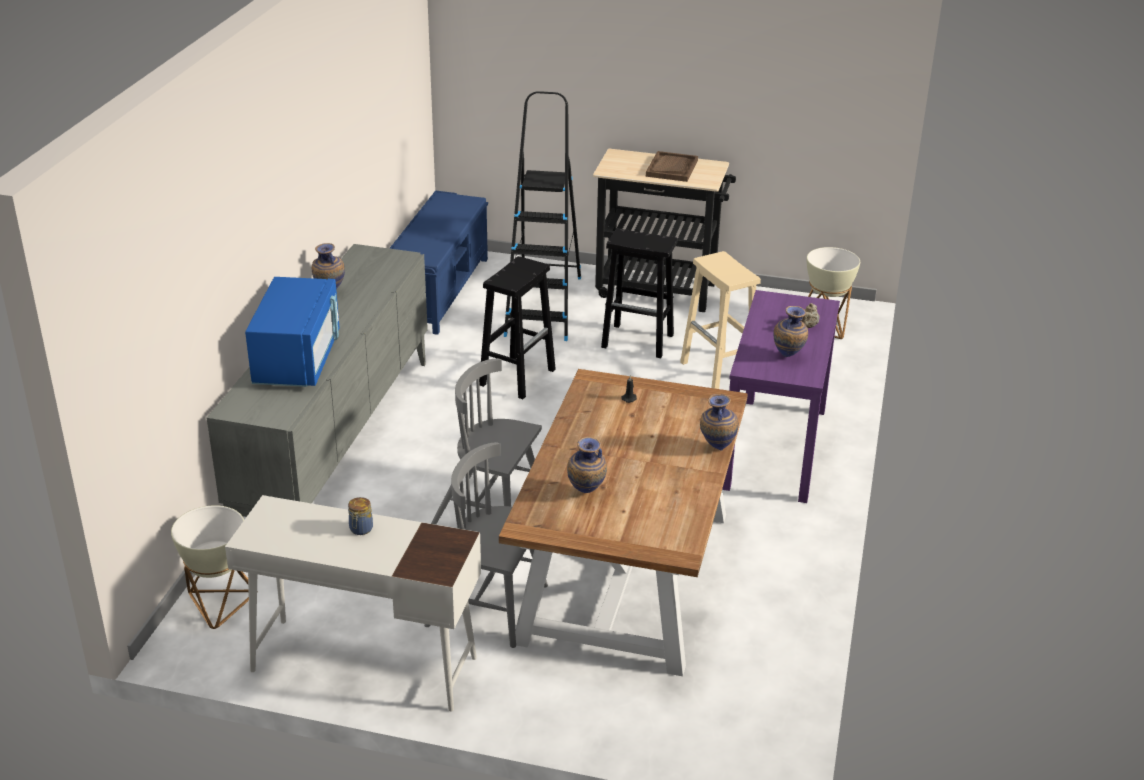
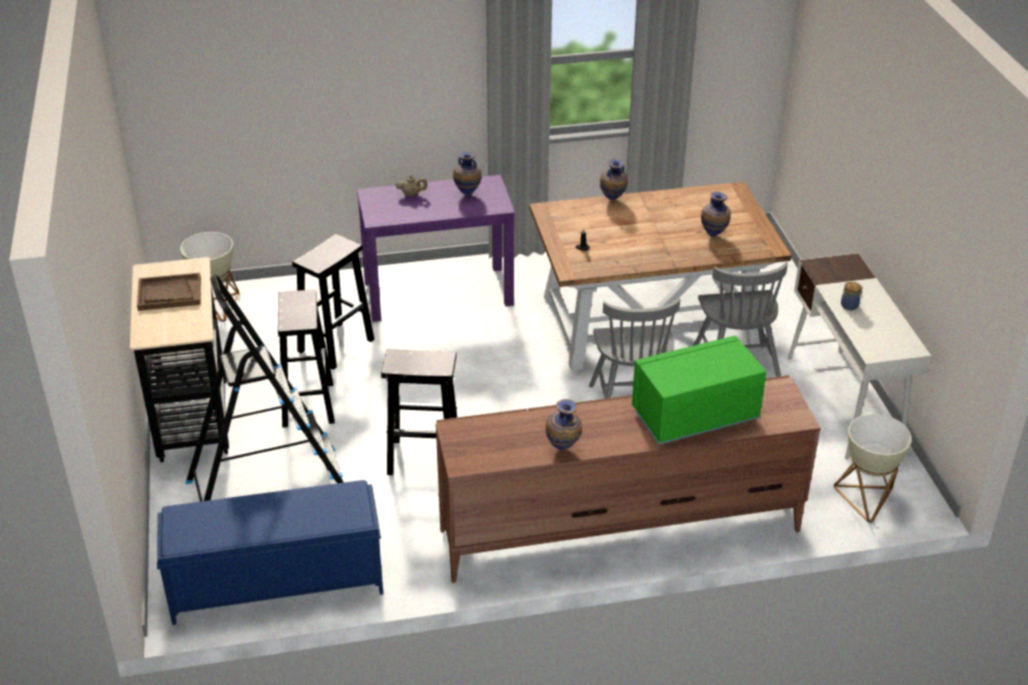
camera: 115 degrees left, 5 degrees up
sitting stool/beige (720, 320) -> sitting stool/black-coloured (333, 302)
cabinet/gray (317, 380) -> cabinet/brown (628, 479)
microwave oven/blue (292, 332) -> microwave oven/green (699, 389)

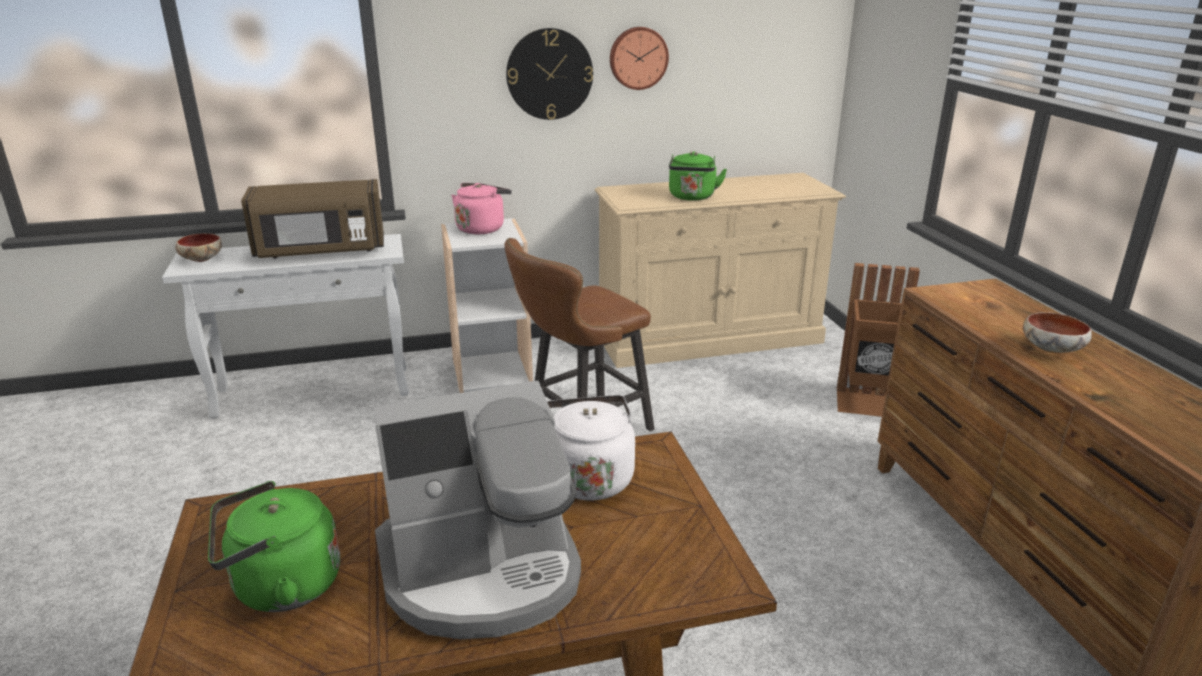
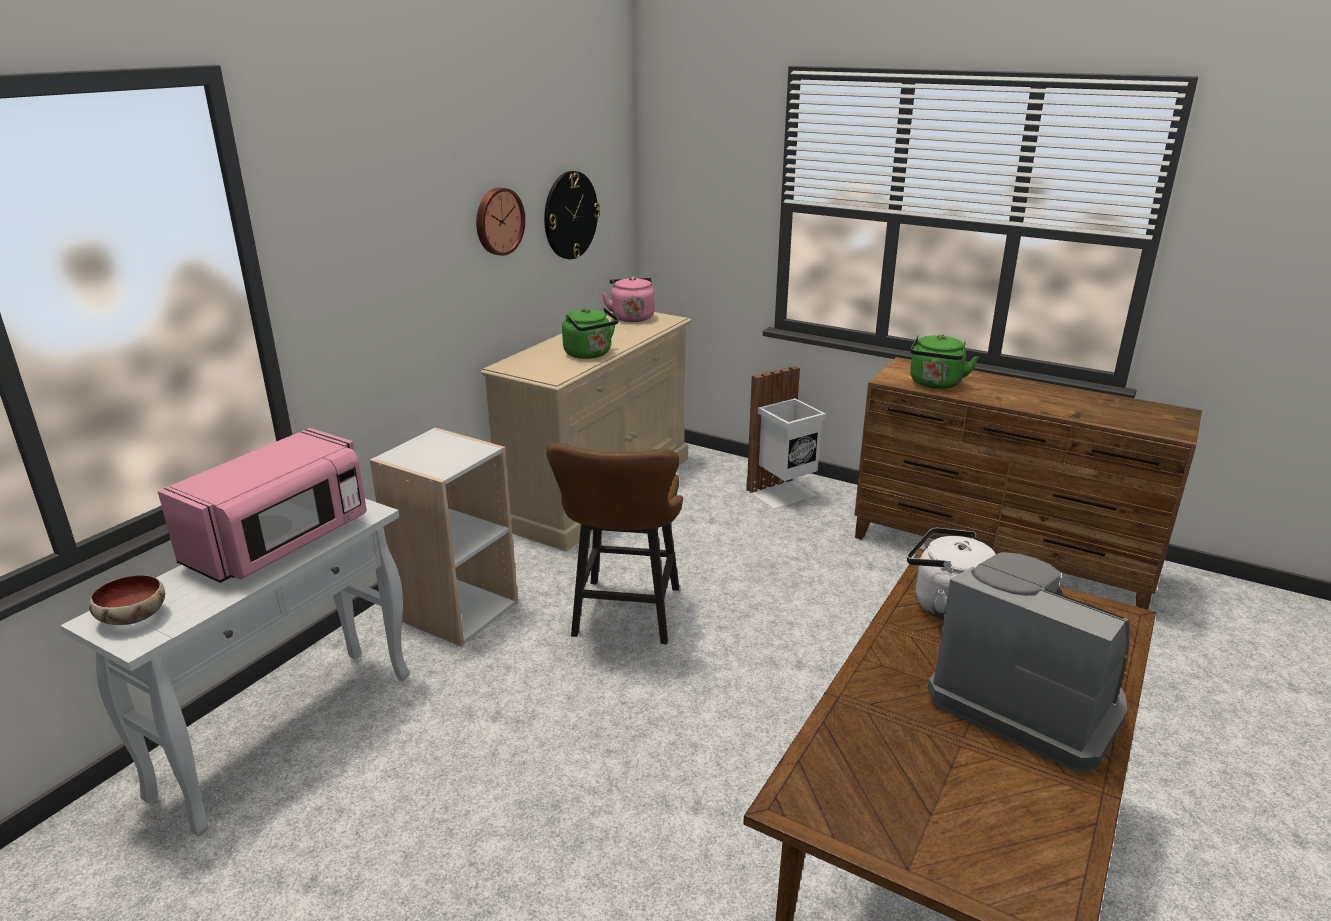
camera: 45 degrees left, 0 degrees up
microwave oven/brown (312, 219) -> microwave oven/pink-coloured (262, 505)
wall clock (549, 74) -> wall clock (572, 215), moved
kettle/pink-coloured (481, 208) -> kettle/pink-coloured (628, 299), moved
trash can/brown (878, 340) -> trash can/white-coloured (786, 437)
kettle/green (274, 546) -> kettle/green (944, 361), moved
coffee maker (477, 509) -> coffee maker (1028, 662), 75 degrees counterclockwise
deep dish (1057, 332) -> none

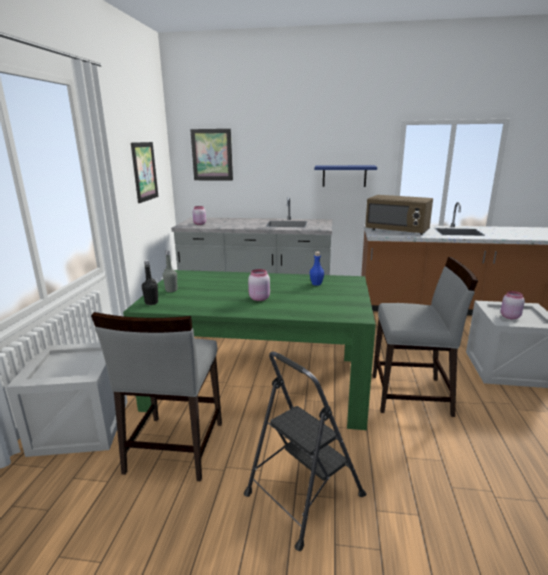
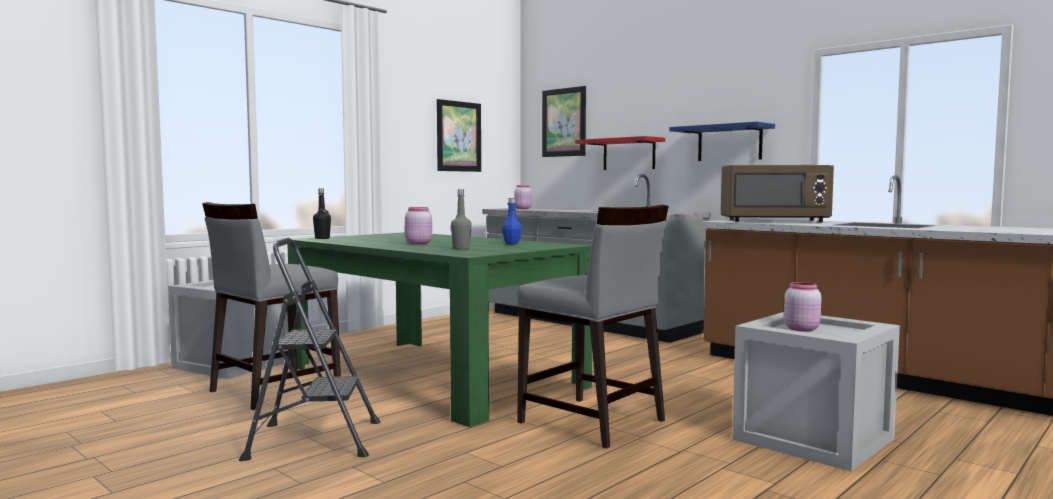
camera: 35 degrees right, 15 degrees down
drink bottle/gray (170, 271) -> drink bottle/gray (461, 219), moved
none -> wall shelf/reddish (620, 153)
microwave oven/brown (399, 215) -> microwave oven/brown (777, 193), 60 degrees counterclockwise

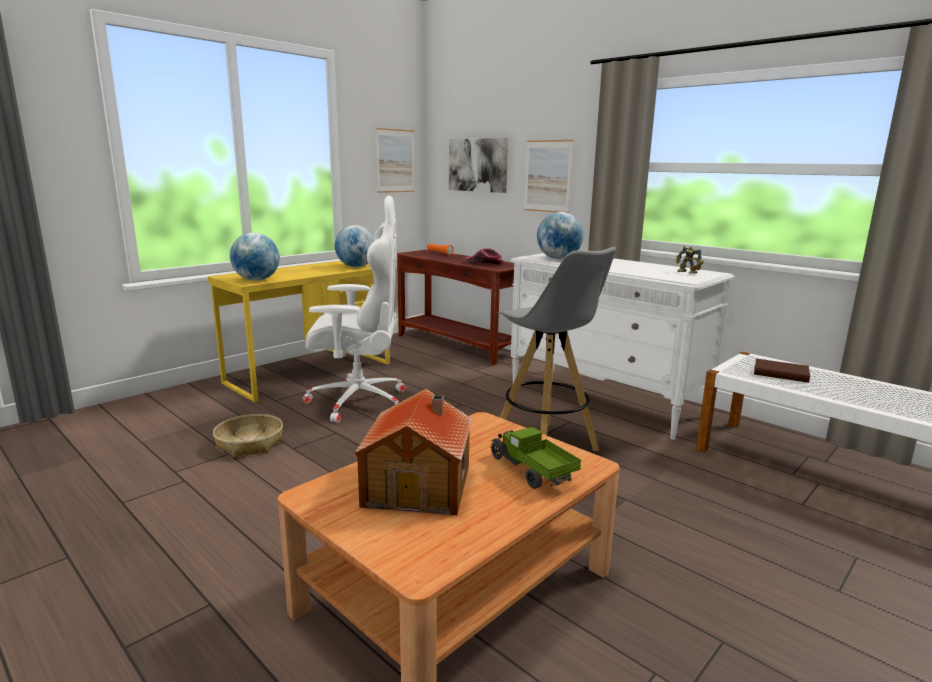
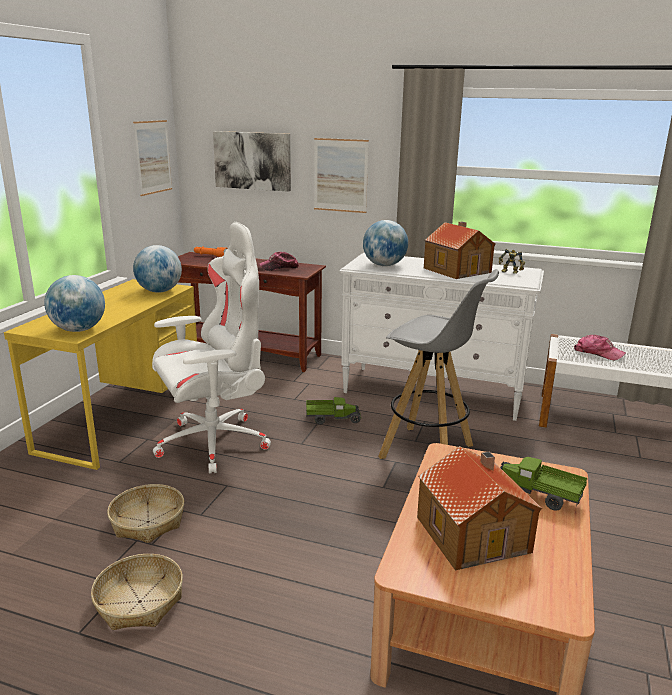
camera: 25 degrees left, 5 degrees up
none -> storage basket (137, 592)
none -> toy lorry (333, 411)
none -> miniature house (459, 250)
book/brown (782, 371) -> peaked cap (600, 347)

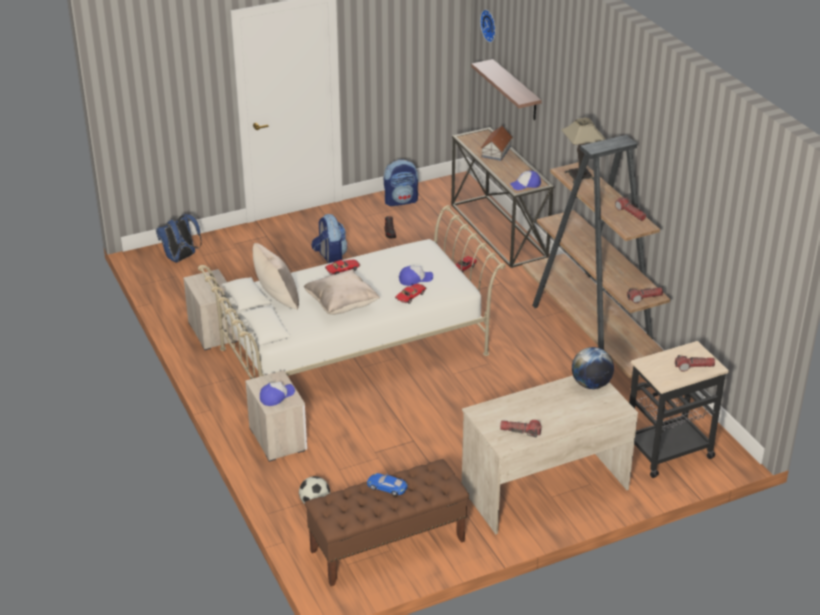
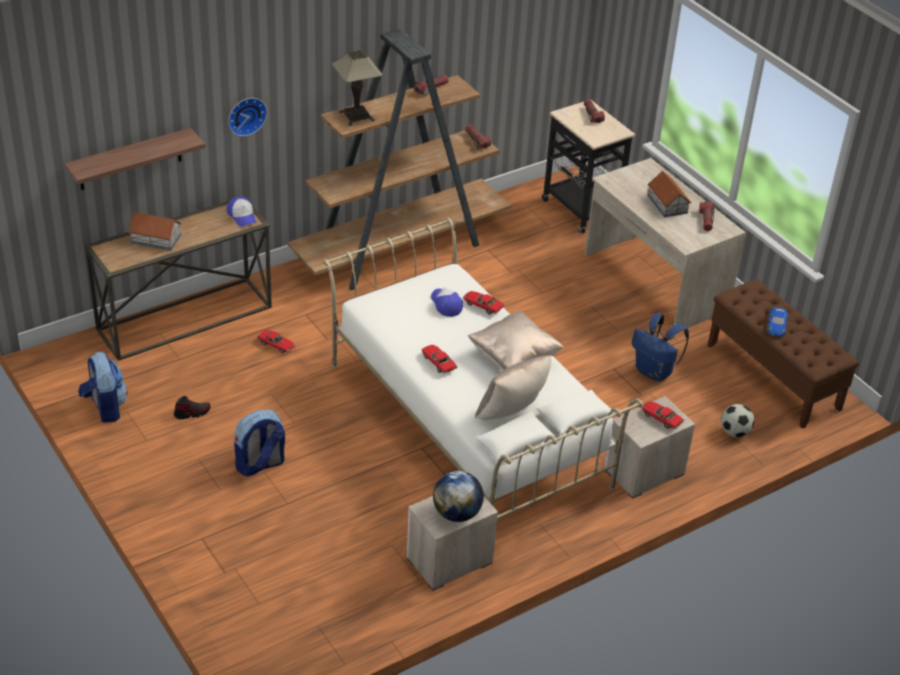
camera: 100 degrees left, 5 degrees up
wall clock (488, 26) -> wall clock (247, 117), moved
globe (593, 368) -> globe (458, 496), moved
backpack/blue (179, 238) -> backpack/blue (660, 347), moved
peaked cap (277, 394) -> miniature car (662, 415)
none -> miniature house (669, 194)

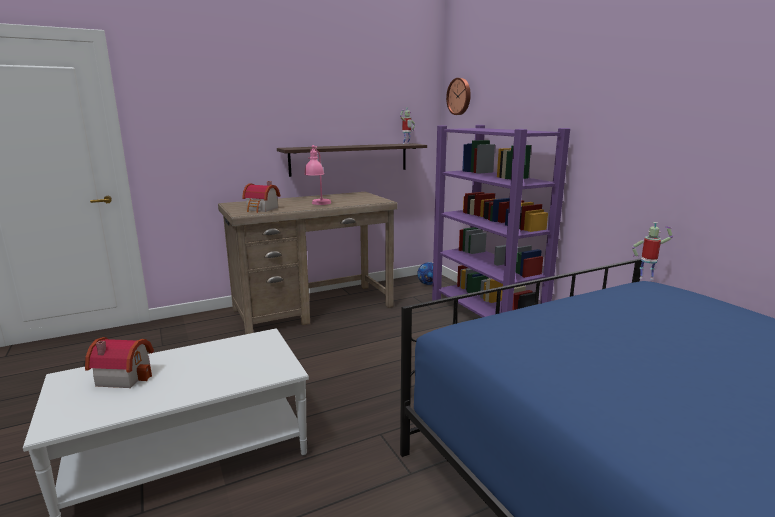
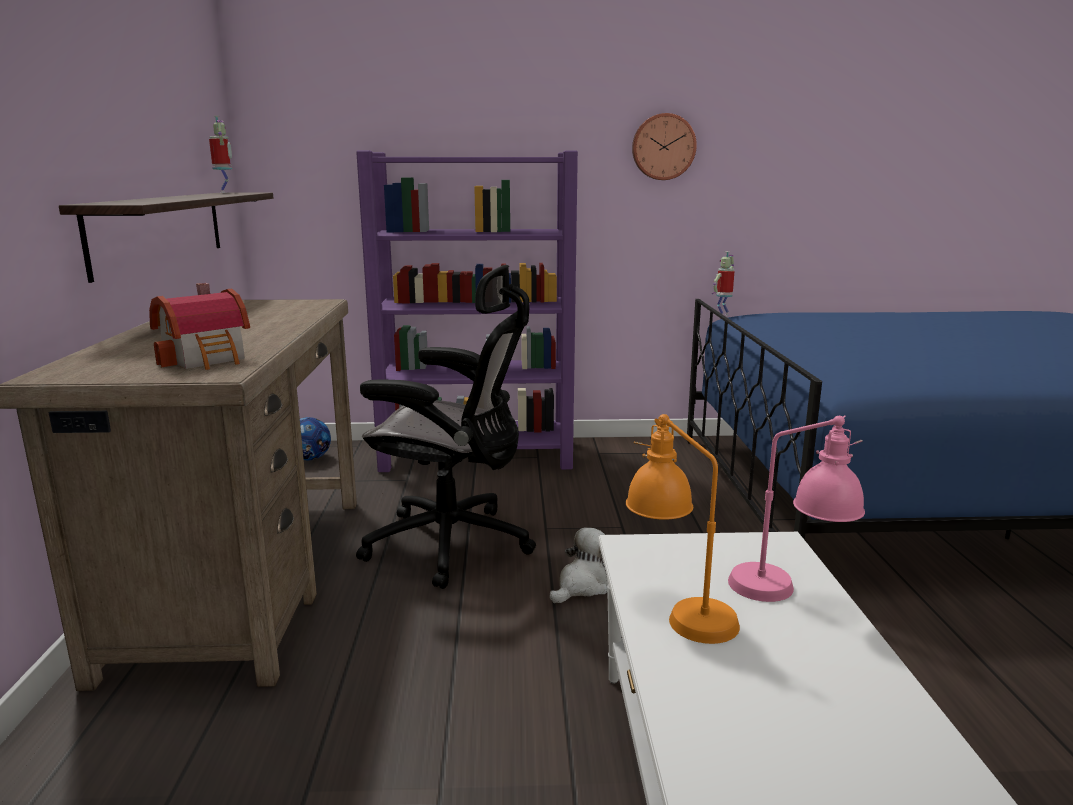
camera: 65 degrees left, 0 degrees up
none -> office chair (446, 427)
none -> plush toy (579, 565)
none -> table lamp/orange-coloured (683, 529)
wall clock (458, 96) -> wall clock (664, 146), moved
table lamp/pink-coloured (317, 175) -> table lamp/pink-coloured (796, 508), moved
miniature house (119, 362) -> none

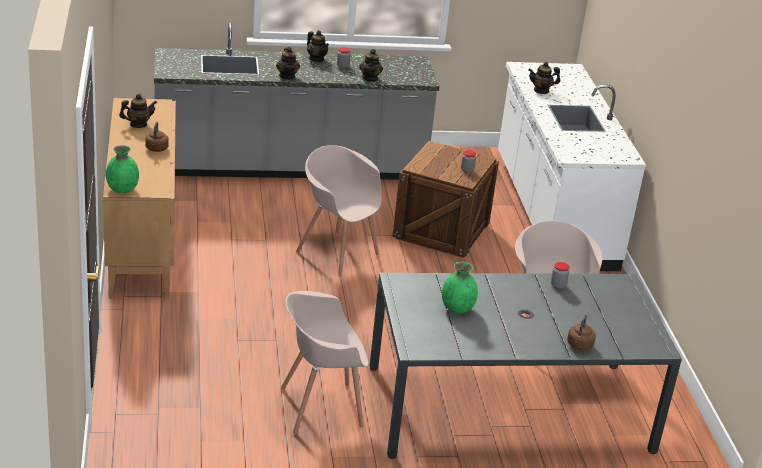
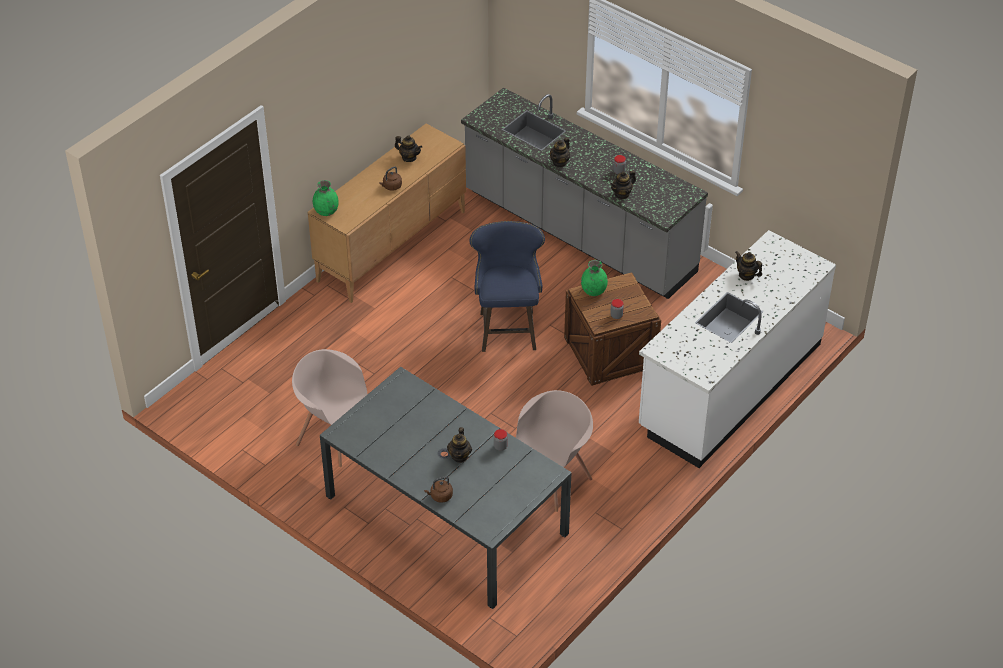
camera: 50 degrees right, 15 degrees up
pot for tea (318, 46) -> pot for tea (459, 445), moved
upright chair/beige (339, 210) -> sitting stool/blue (507, 286)
vase/green (460, 287) -> vase/green (594, 278), moved

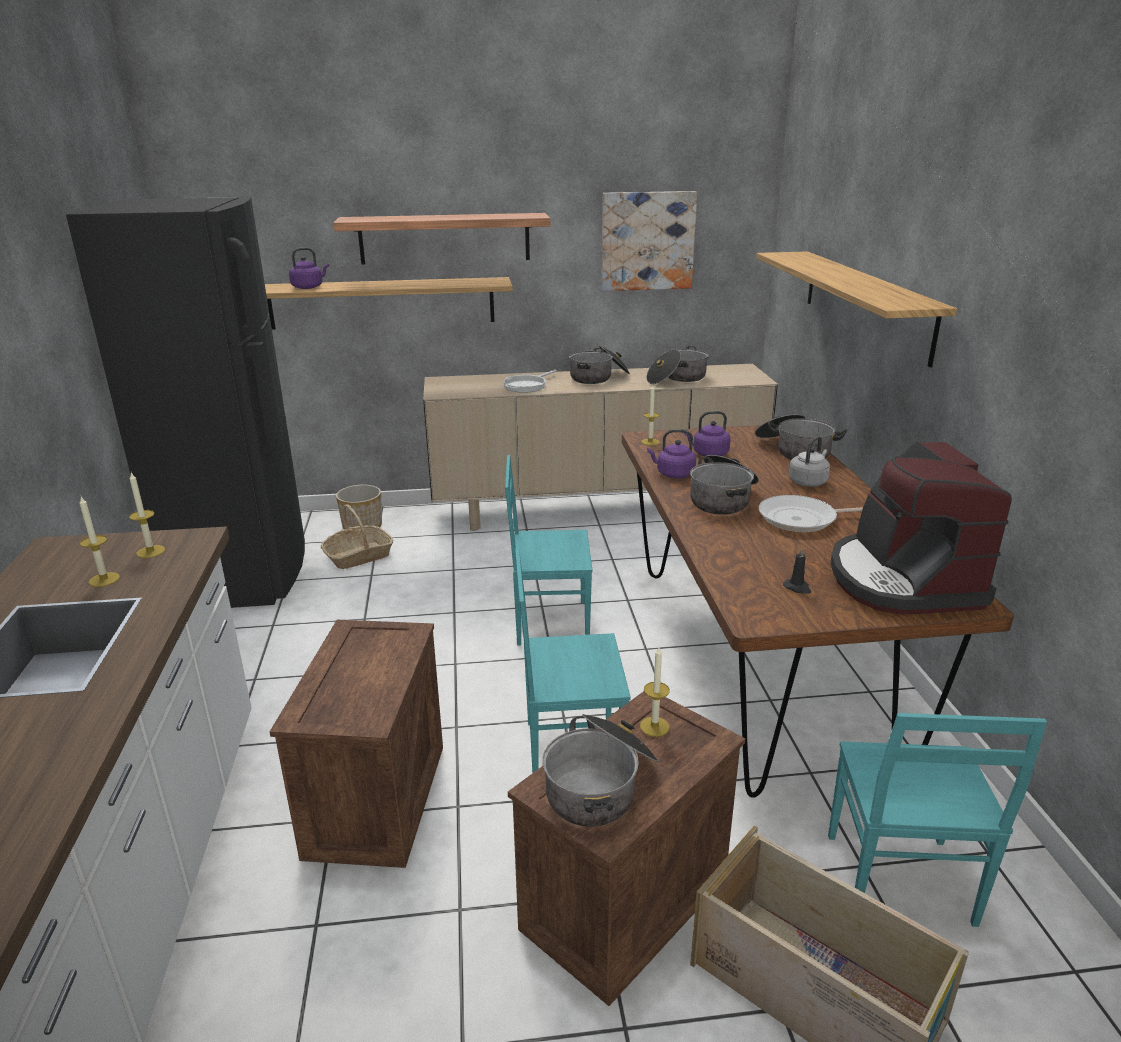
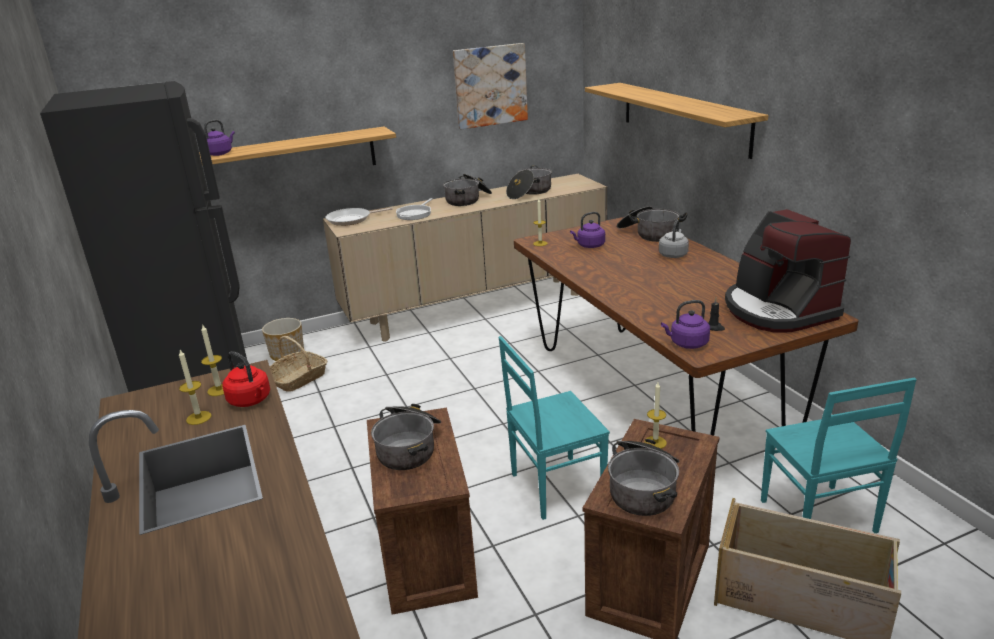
camera: 15 degrees left, 0 degrees up
none -> kettle/reddish (246, 379)
frying pan (811, 513) -> frying pan (359, 217), moved
cooking pot (724, 485) -> cooking pot (406, 437), moved
kettle/purple-coloured (671, 453) -> kettle/purple-coloured (685, 324), moved
wall shelf (442, 239) -> none
upright chair/turquoise-coloured (549, 550) -> none

